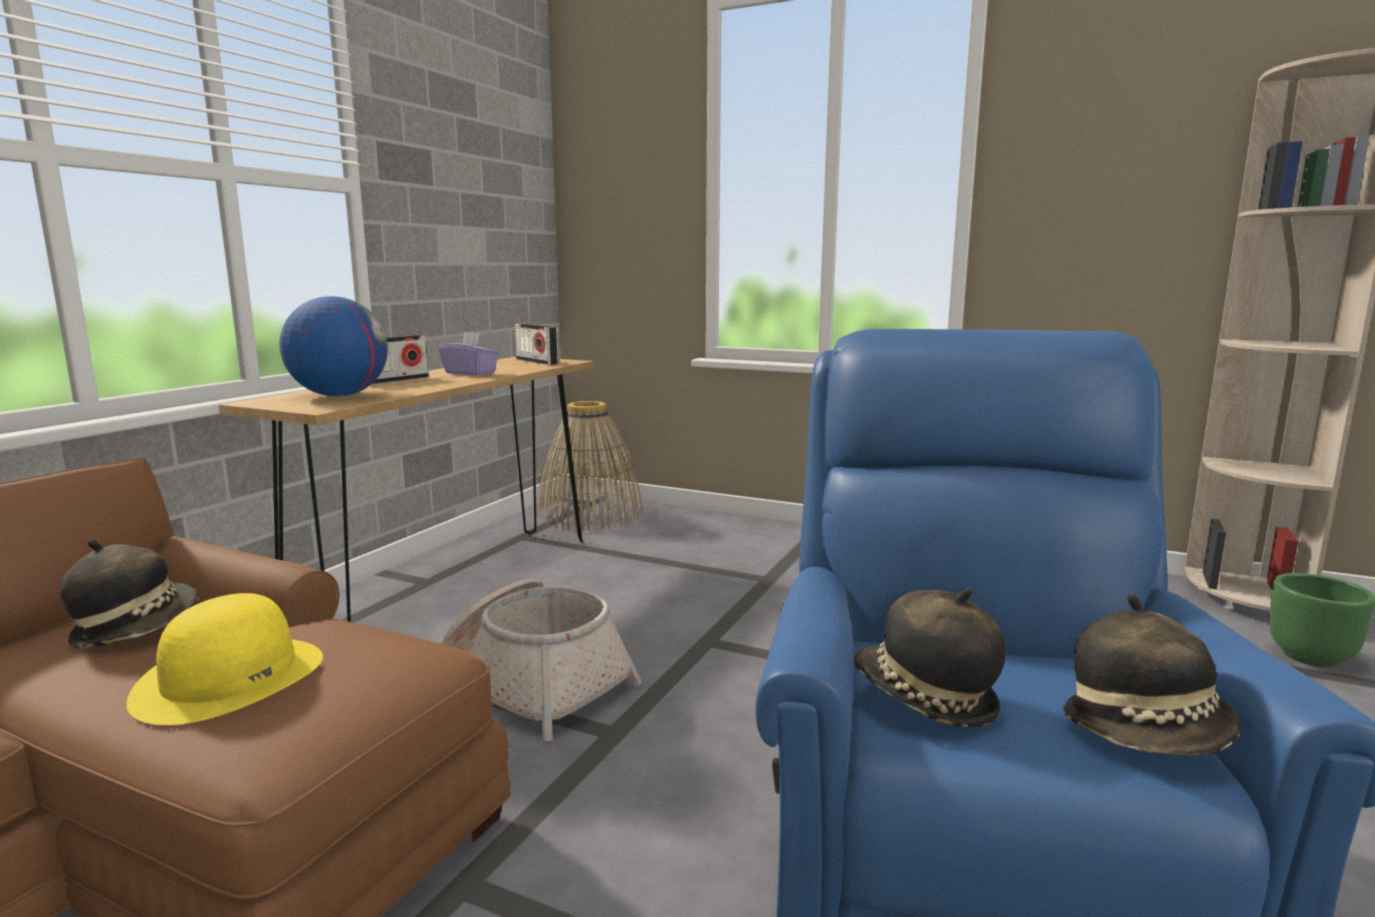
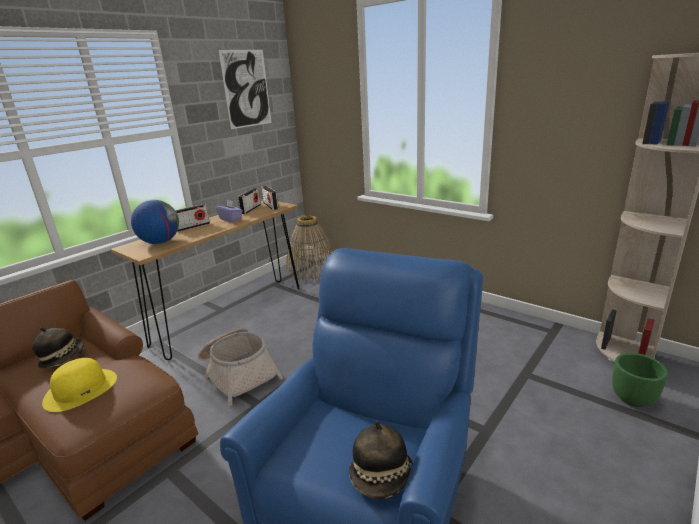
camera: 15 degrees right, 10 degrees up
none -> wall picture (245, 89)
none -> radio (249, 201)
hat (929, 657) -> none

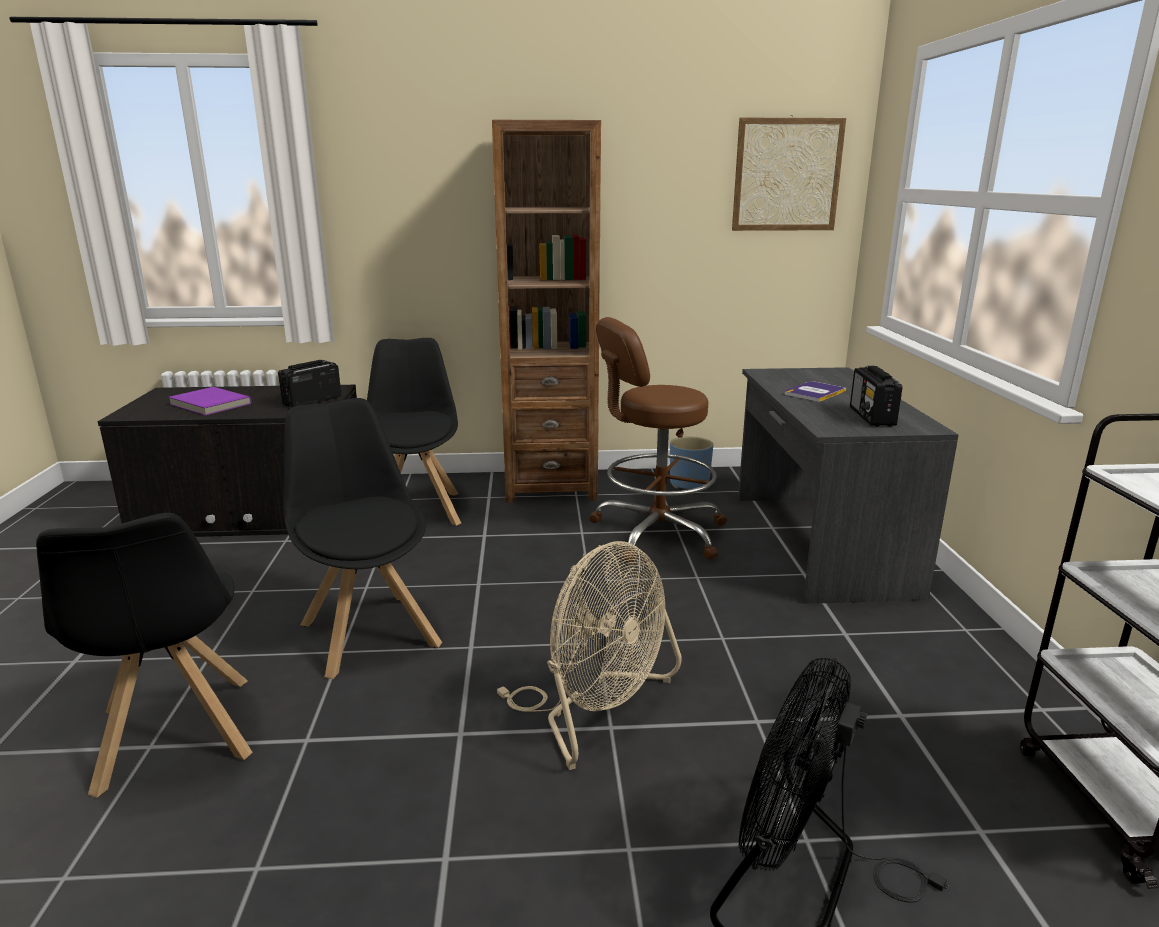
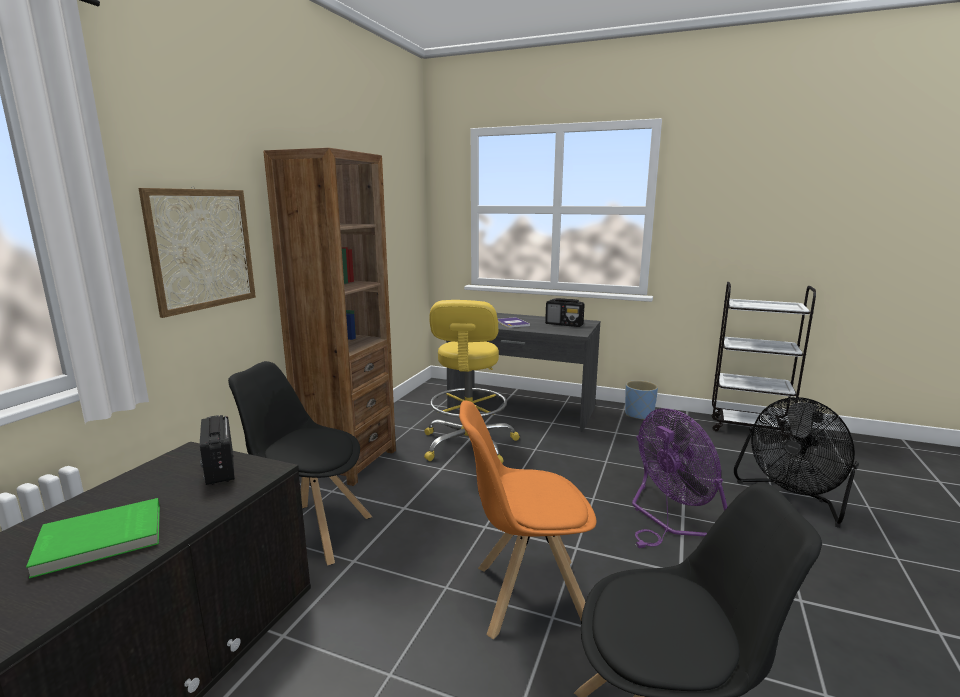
camera: 65 degrees left, 5 degrees down
book/purple-coloured (210, 401) -> book/green (93, 538)
wall picture (789, 173) -> wall picture (197, 252), moved
sitting stool/brown (658, 439) -> sitting stool/yellowish (472, 381)
upright chair/black-coloured (362, 538) -> upright chair/orange-coloured (527, 520)
plant pot/blue (691, 462) -> plant pot/blue (641, 400), moved
cooling fan/beige (589, 655) -> cooling fan/purple-coloured (679, 478)

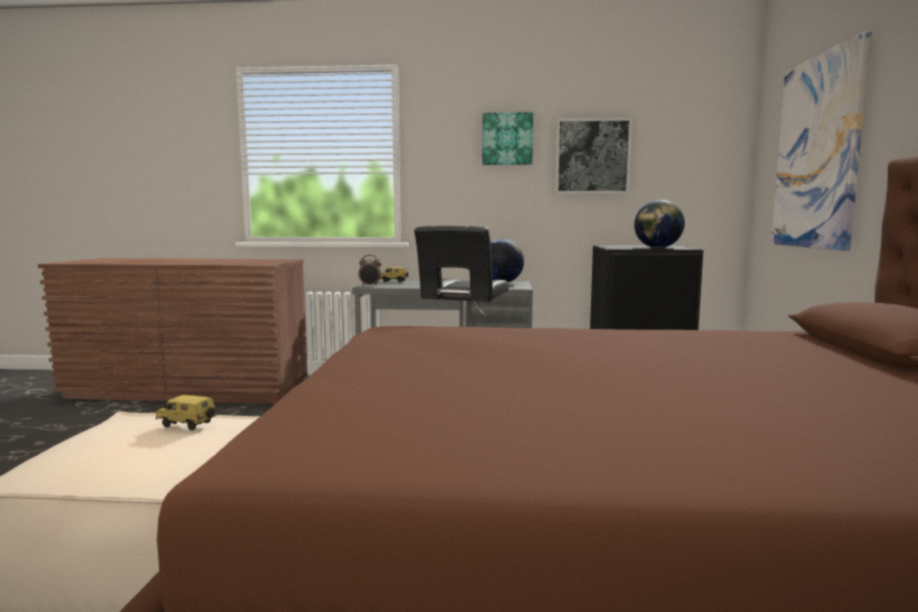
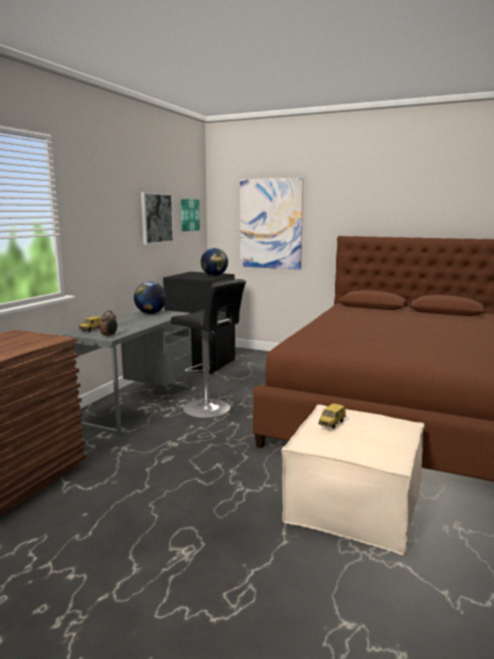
camera: 70 degrees left, 5 degrees up
wall picture (507, 138) -> wall picture (190, 215), moved

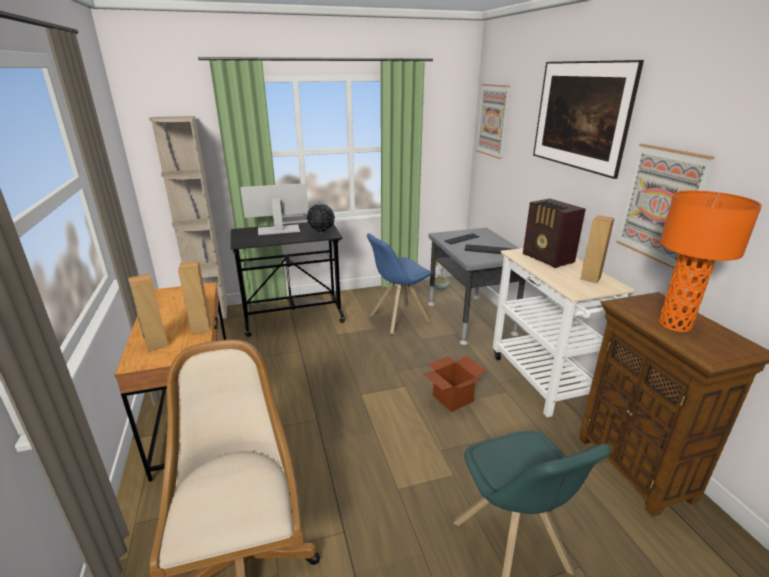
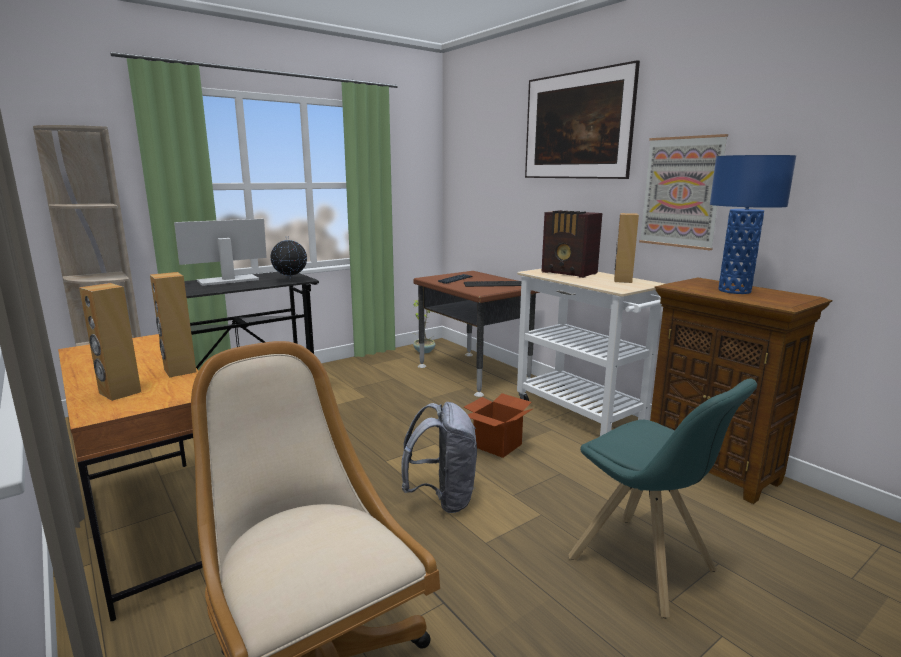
camera: 20 degrees left, 10 degrees down
none -> backpack/gray (439, 457)
desk unit/gray (476, 286) -> desk unit/brown (477, 334)
table lamp/orange-coloured (710, 261) -> table lamp/blue (753, 224)
upright chair/blue (399, 283) -> none
wall picture (493, 121) -> none

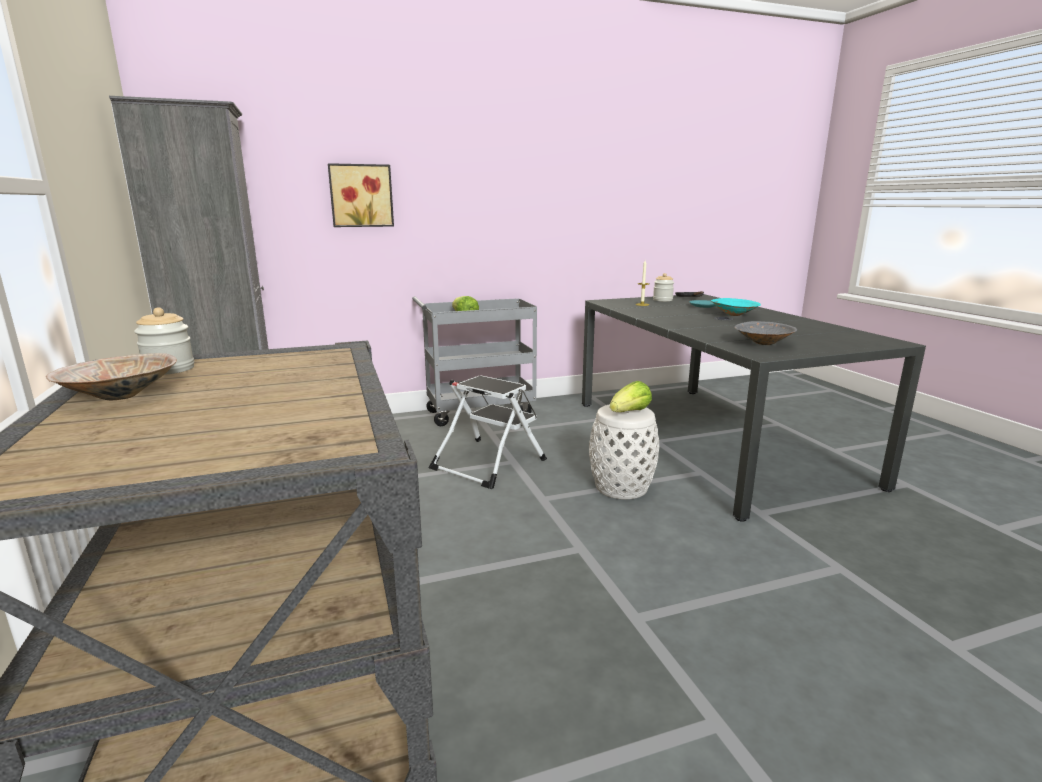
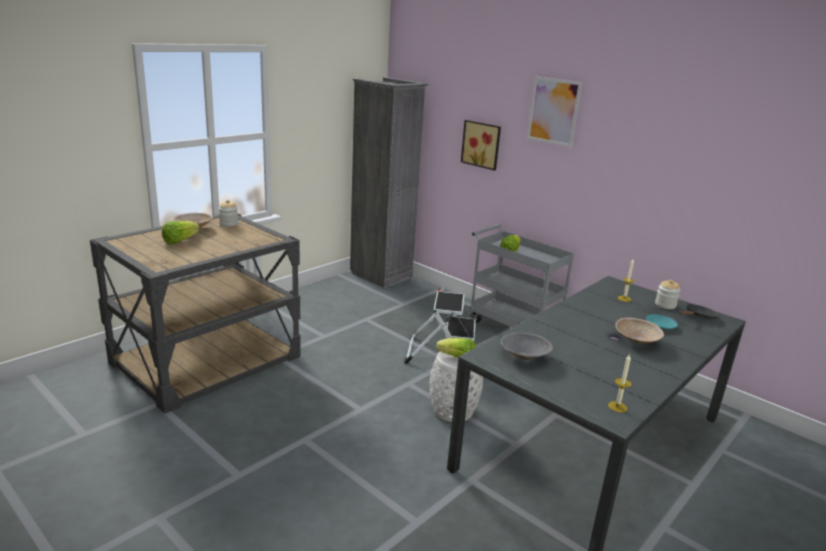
camera: 60 degrees right, 5 degrees up
none -> lettuce (181, 232)
none -> wall picture (554, 112)
none -> wax candle (620, 383)
deep dish/turquoise-coloured (736, 307) -> deep dish/beige (639, 330)

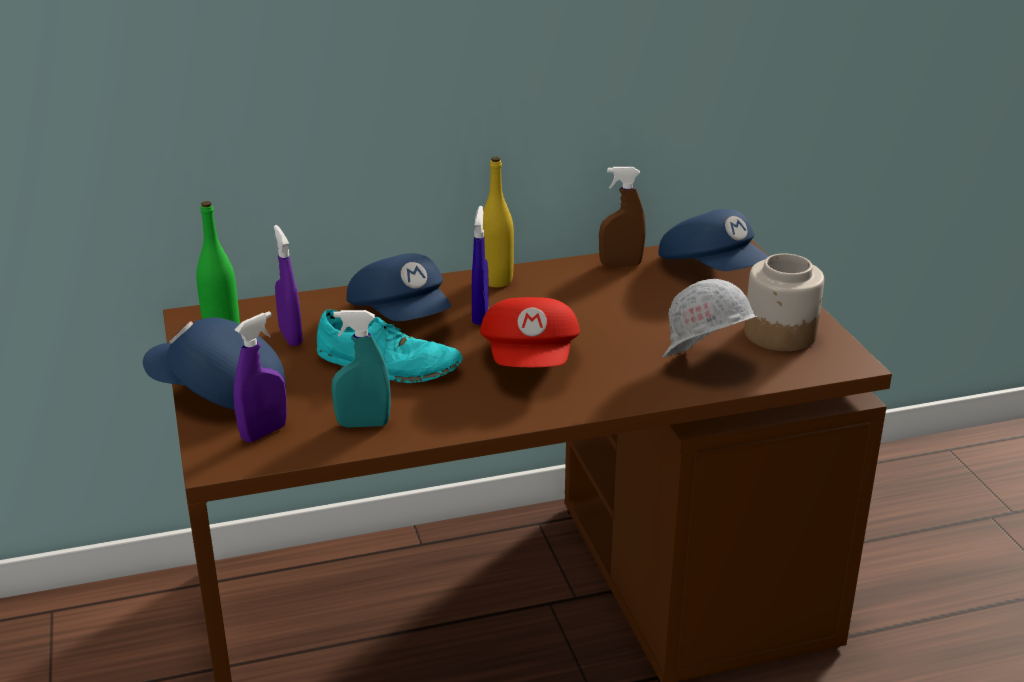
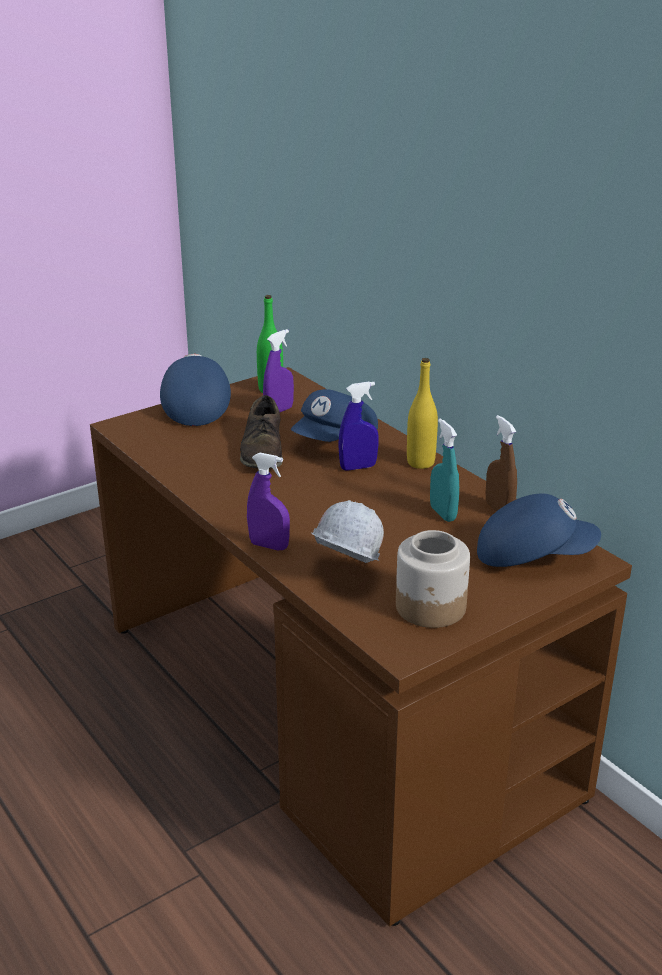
camera: 70 degrees right, 0 degrees up
item of footwear/turquoise-coloured (389, 346) -> item of footwear/brown (261, 431)
spray bottle/purple-coloured (260, 376) -> spray bottle/purple-coloured (268, 501), moved
spray bottle/turquoise-coloured (361, 368) -> spray bottle/turquoise-coloured (444, 470), moved
peaked cap/blue (713, 240) -> peaked cap/blue (539, 530), 120 degrees counterclockwise
peaked cap/reddish (530, 332) -> none

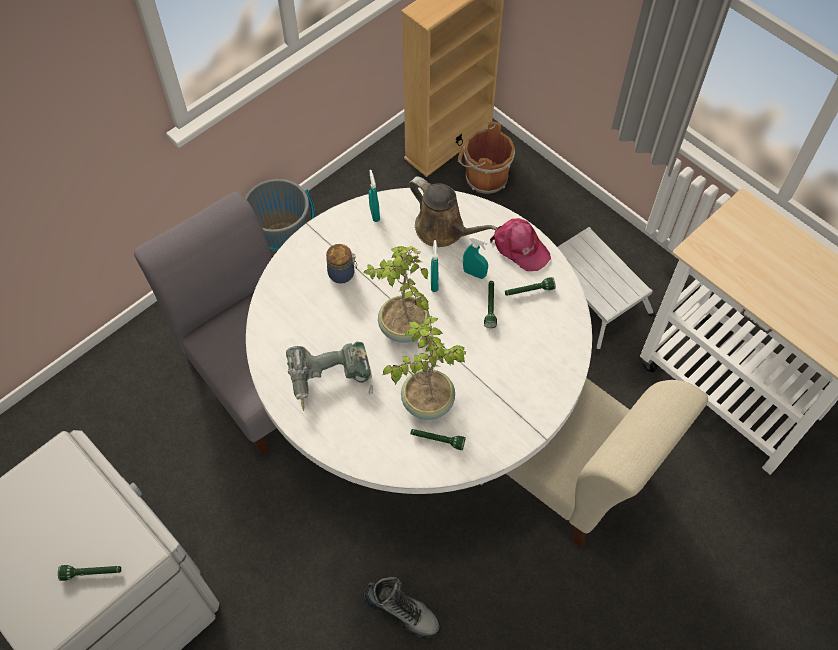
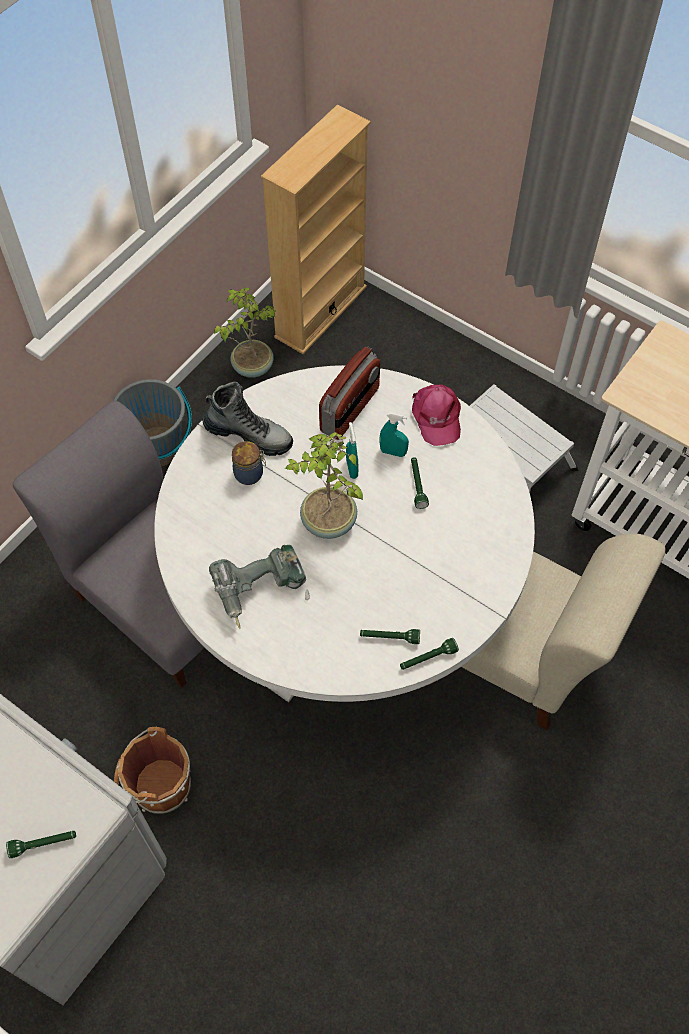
camera: 10 degrees left, 0 degrees up
water bucket/brown (486, 157) -> water bucket/brown (152, 770), moved
tall boot (402, 608) -> tall boot (248, 419), moved
potted plant (425, 368) -> potted plant (245, 333), moved
watering pot/brown (453, 211) -> radio (349, 393)
hand torch/green (530, 286) -> hand torch/green (429, 654), moved
peaked cap/pink-coloured (520, 244) -> peaked cap/pink-coloured (436, 415), 45 degrees clockwise
spray bottle/turquoise-coloured (374, 196) -> none

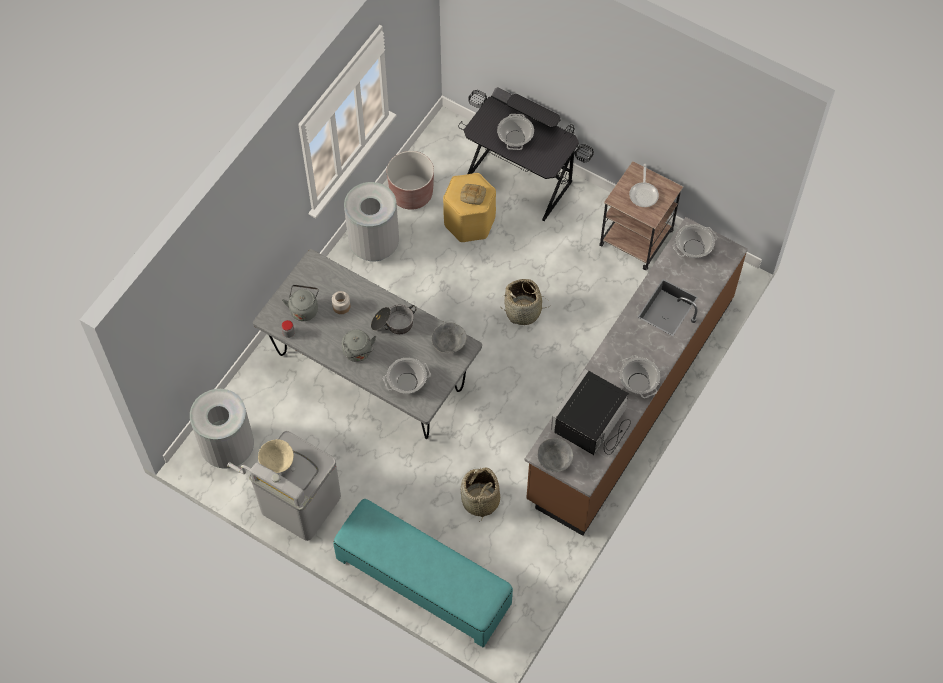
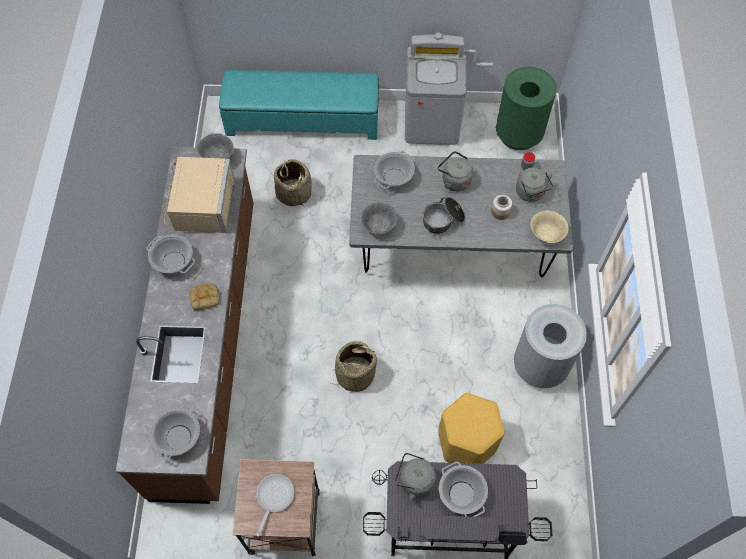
camera: 150 degrees right, 0 degrees up
microwave oven/black-coloured (591, 412) -> microwave oven/beige (199, 195)
bakery bread (473, 194) -> bakery bread (204, 296), moved
frying pan (644, 185) -> frying pan (275, 505), 45 degrees clockwise
none -> kettle/gray (415, 477)
trash can/gray (222, 429) -> trash can/green (526, 108)
deep dish/beige (276, 456) -> deep dish/beige (550, 227), moved
plant pot/brown (410, 180) -> none

